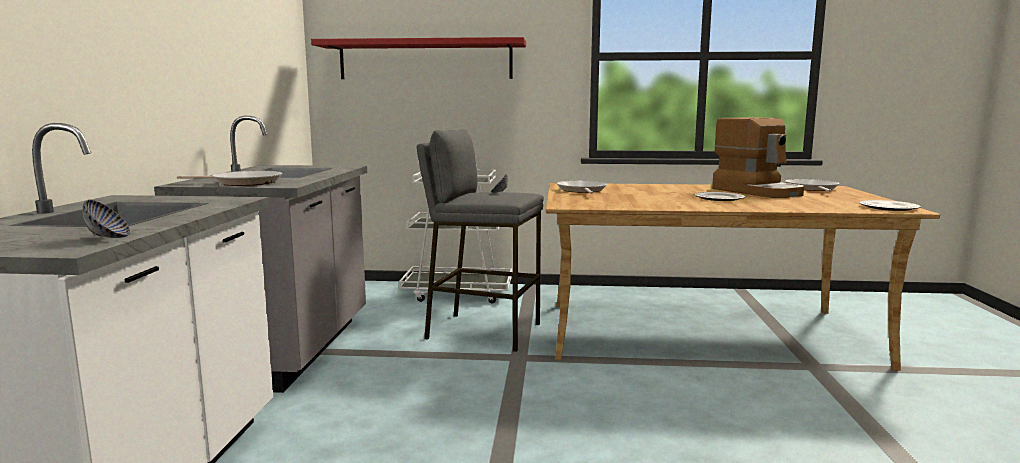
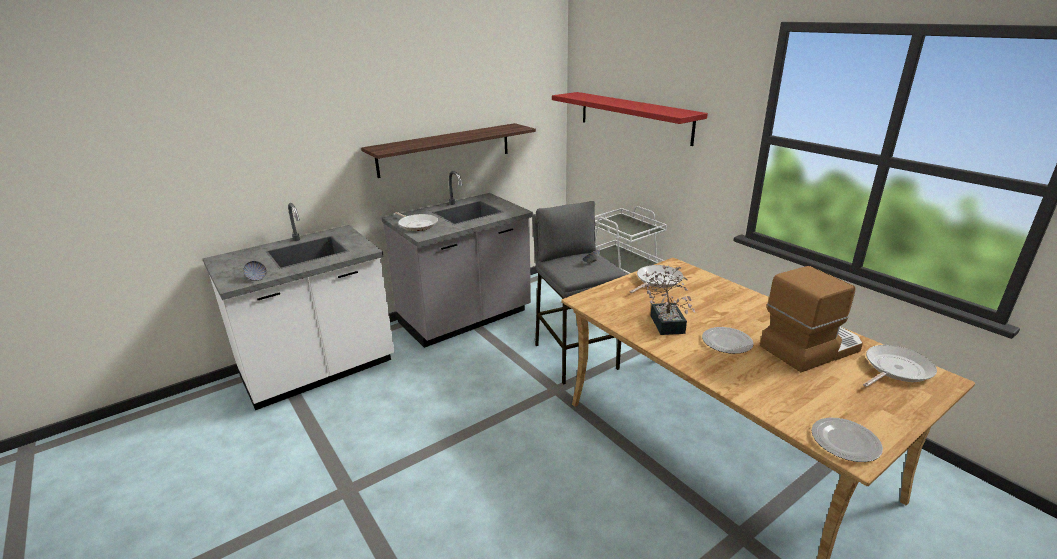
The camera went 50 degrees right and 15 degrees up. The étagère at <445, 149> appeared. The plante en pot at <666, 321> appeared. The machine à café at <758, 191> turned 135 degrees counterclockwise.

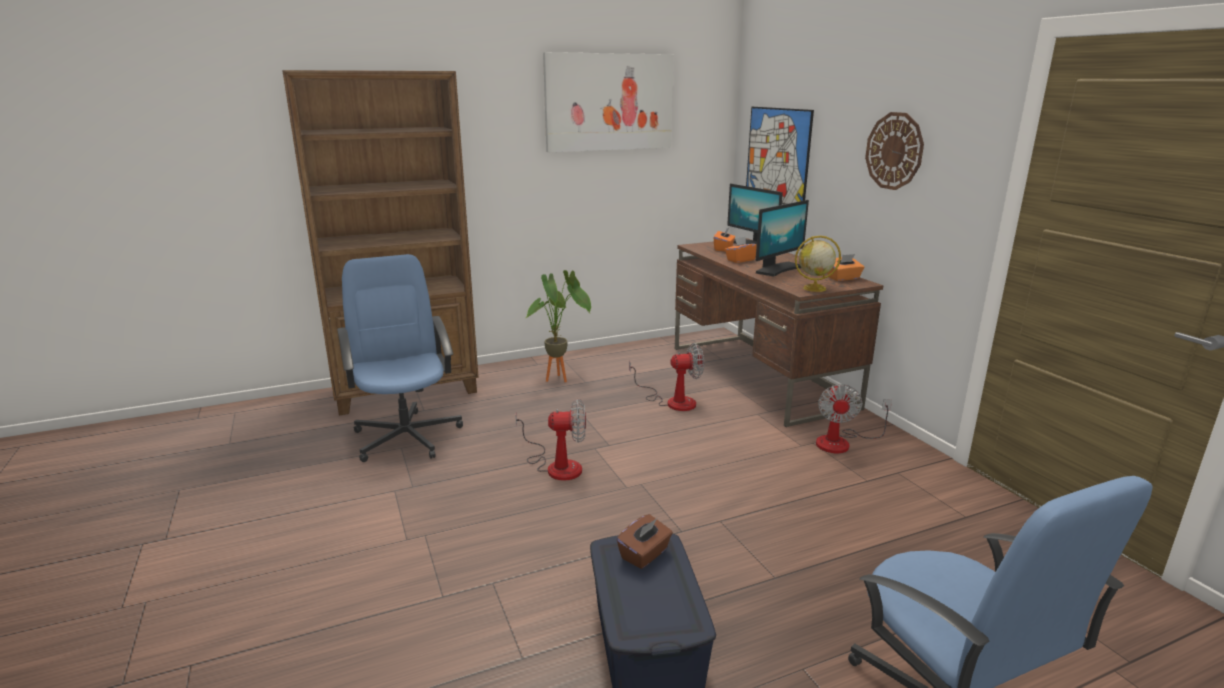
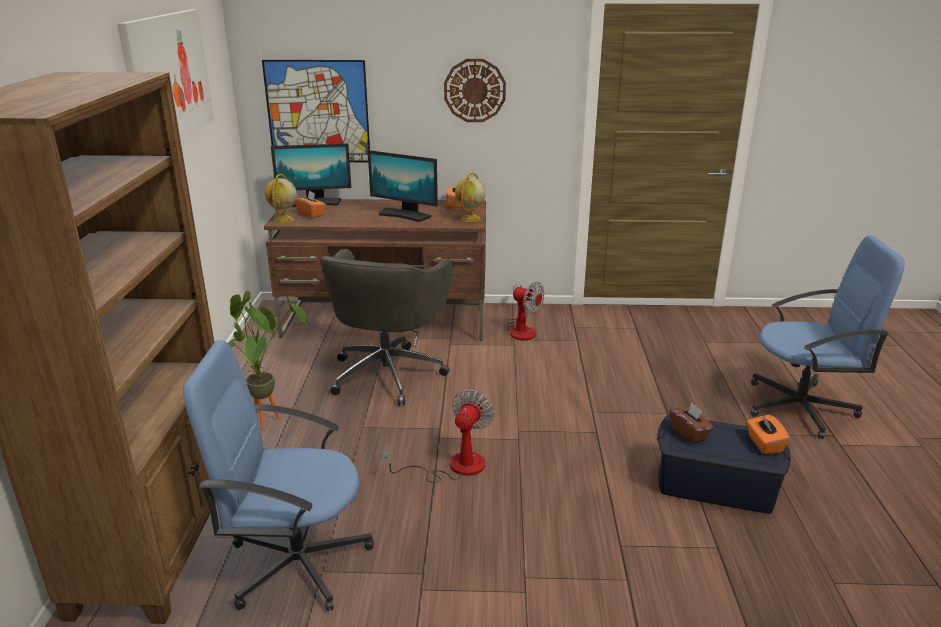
The camera went 65 degrees left and 5 degrees up. The globe at <284, 220> appeared. The ventilateur at <672, 401> was replaced by the chaise de bureau/gris at <388, 373>. The écran d'ordinateur at <777, 269> turned 135 degrees clockwise. The boîte à mouchoirs/orange moved from <740, 260> to <764, 444>.

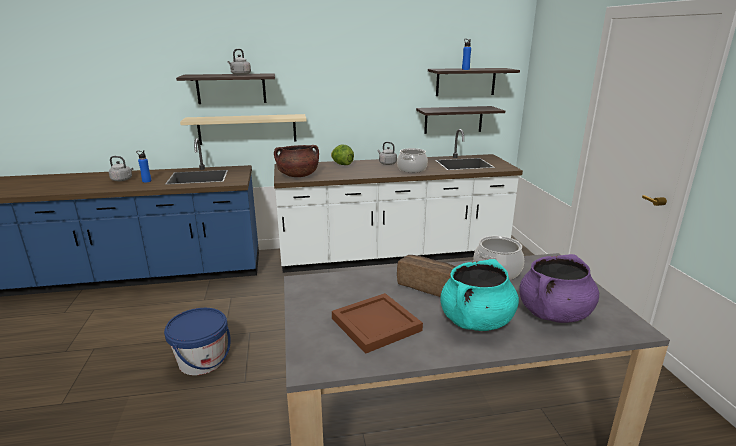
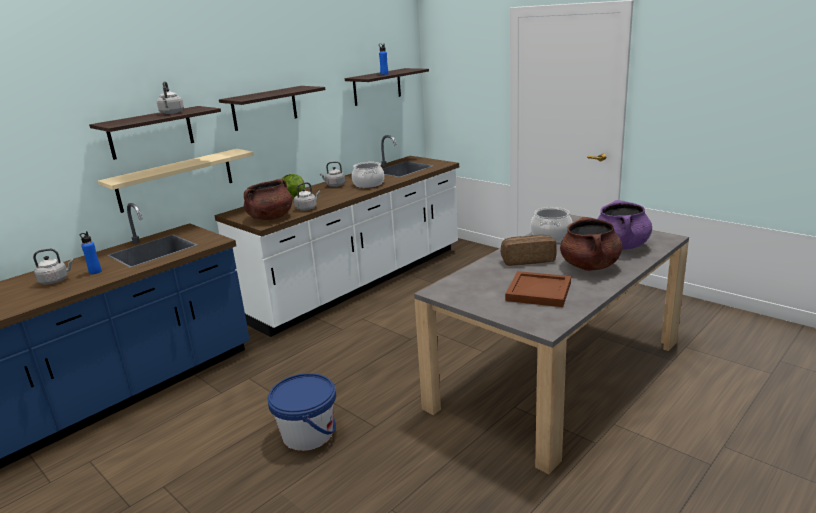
The camera went 35 degrees left and 0 degrees up. The étagère moved from <453, 119> to <264, 108>. The bouilloire/gris at <307, 208> appeared. The marmite/turquoise at <476, 321> became the marmite/marron at <590, 266>.

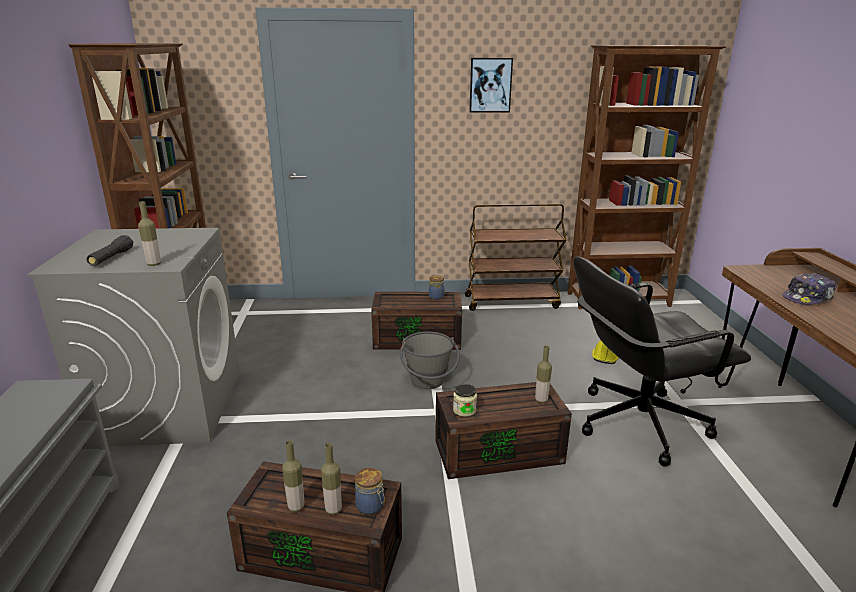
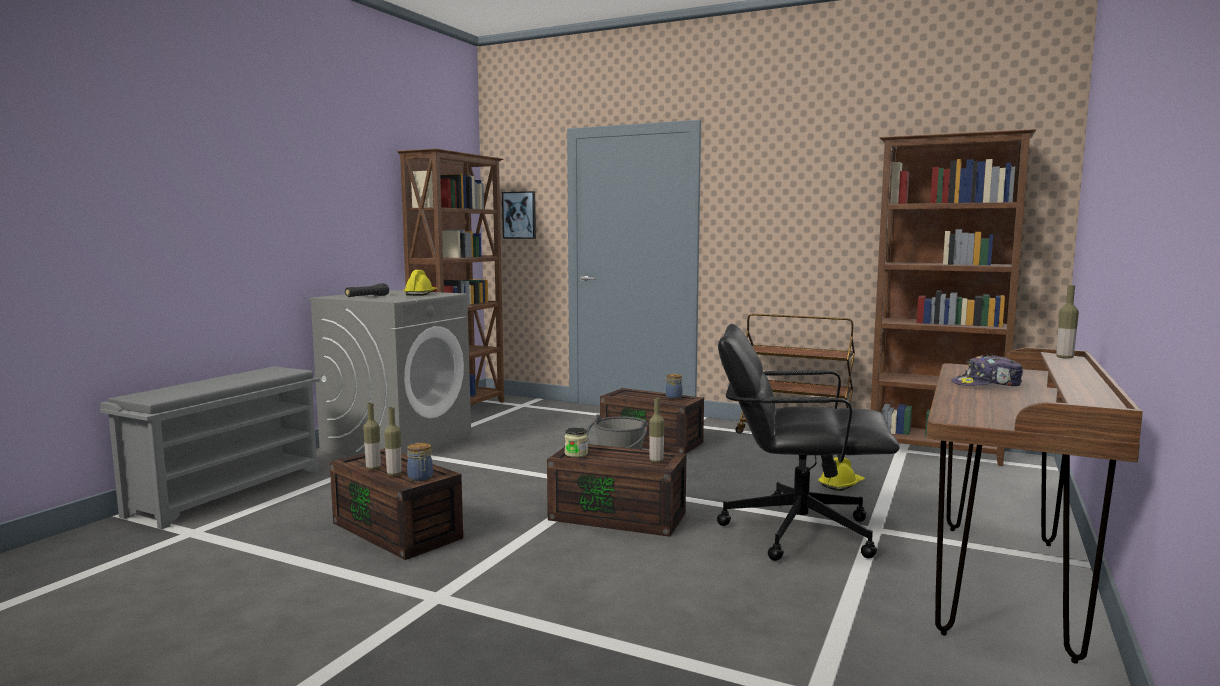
The camera went 30 degrees right and 15 degrees down. The casque de chantier/jaune at <420, 294> appeared. The tableau moved from <490, 85> to <519, 215>. The bouteille moved from <154, 264> to <1064, 357>.

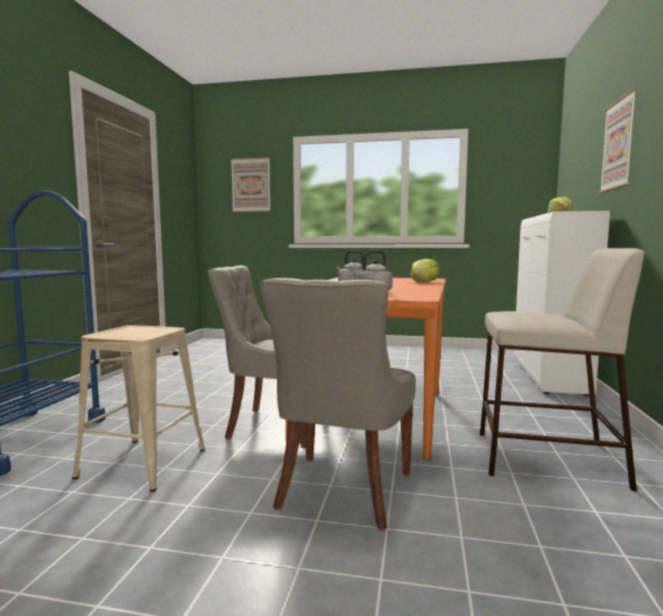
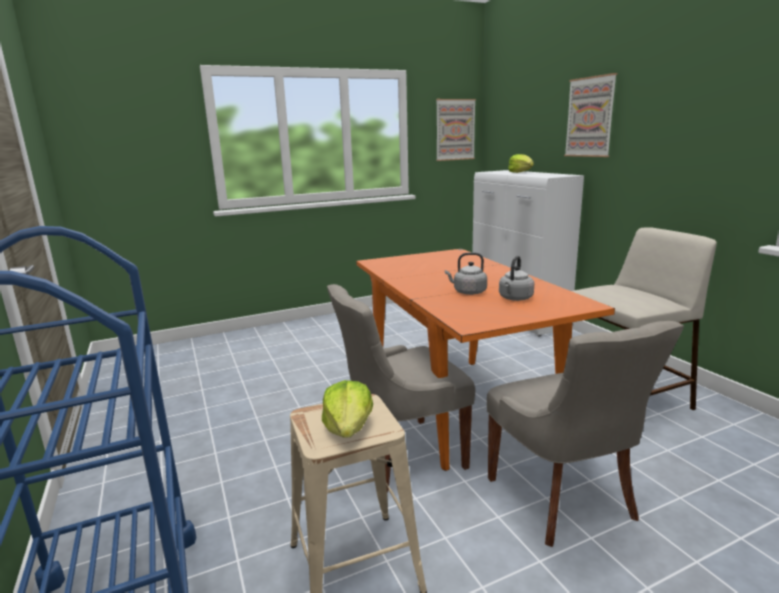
The camera went 35 degrees left and 10 degrees up. The laitue moved from <423, 282> to <348, 428>. The tableau moved from <251, 185> to <455, 130>.

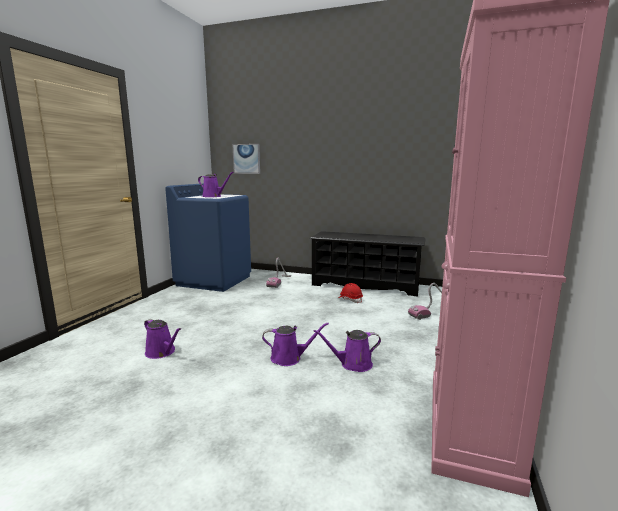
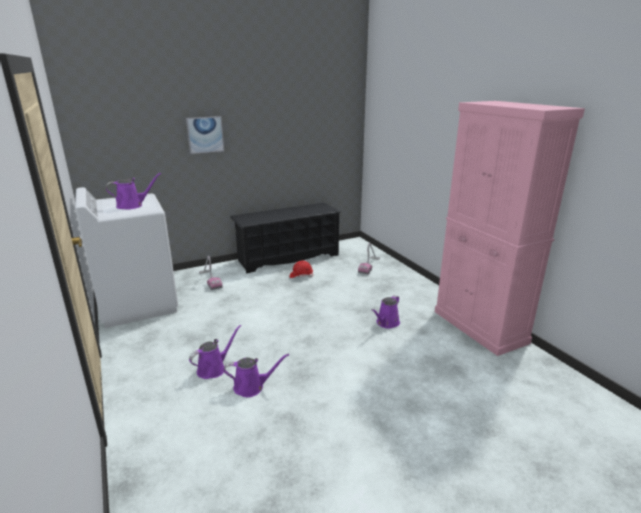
The camera went 45 degrees left and 10 degrees up. The lave-linge/bleu at <214, 280> became the lave-linge/blanc at <138, 304>. The tableau moved from <246, 159> to <205, 135>. The arrosoir/violet moved from <289, 358> to <214, 368>.

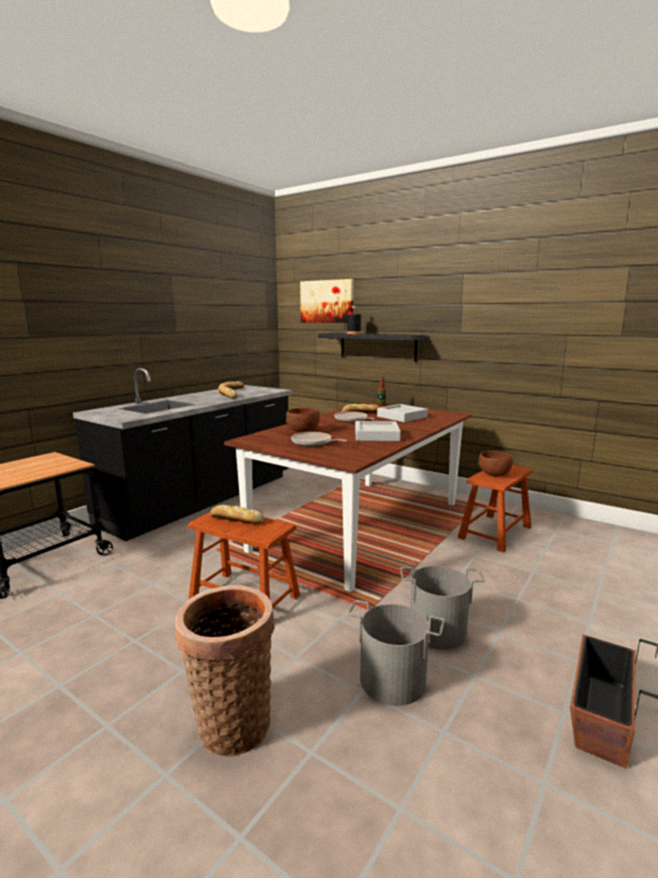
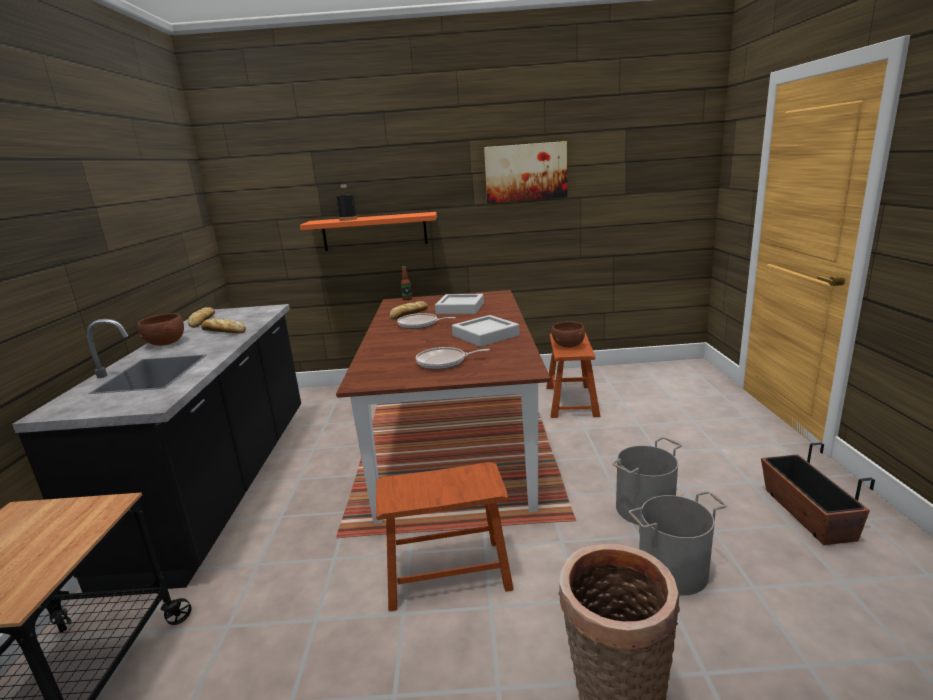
The camera went 35 degrees left and 5 degrees up. The bol/marron moved from <303, 431> to <166, 343>. The étagère/noir at <377, 346> became the étagère/orange at <374, 231>. The tableau moved from <327, 301> to <525, 172>. The pain at <236, 520> disappeared.

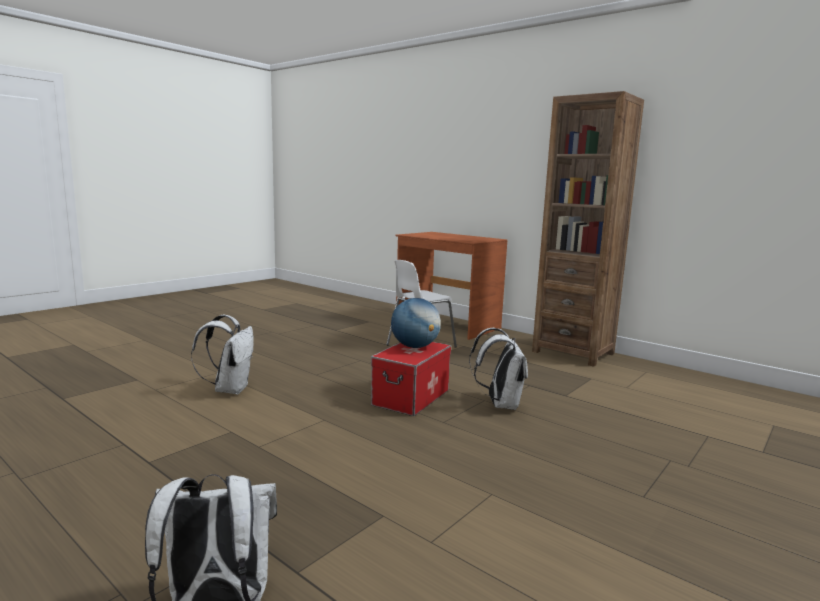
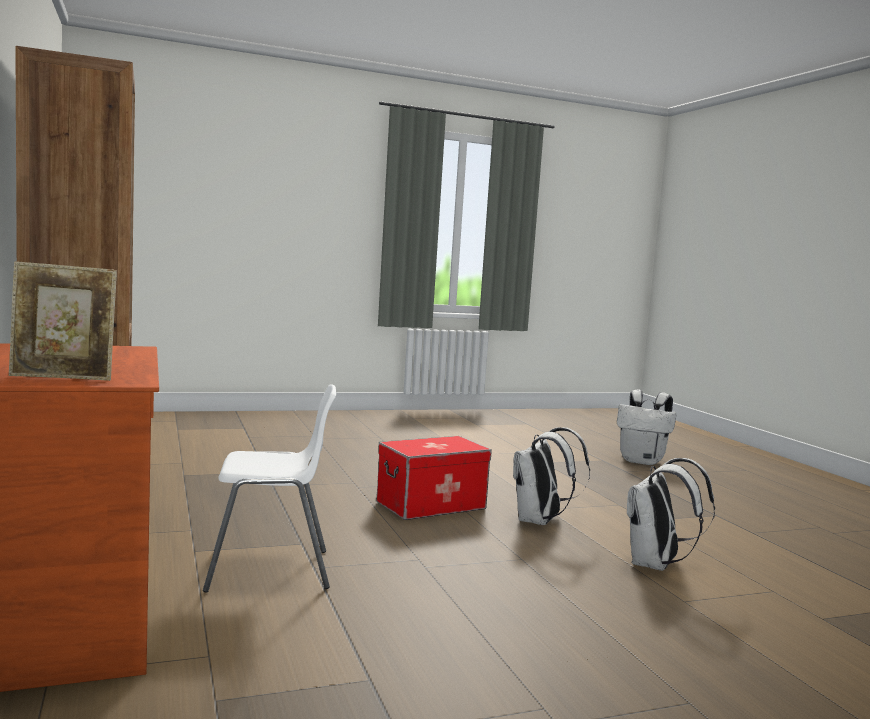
The camera went 150 degrees left and 5 degrees down. The cadre photo at <63, 378> appeared. The sac à dos/blanc moved from <500, 404> to <540, 521>. The globe at <415, 346> disappeared.

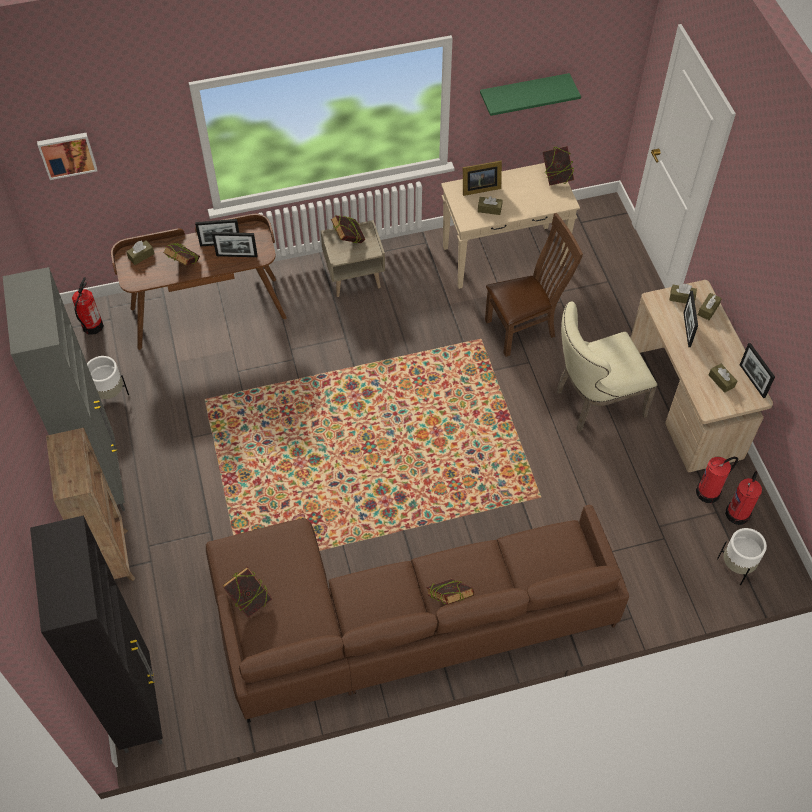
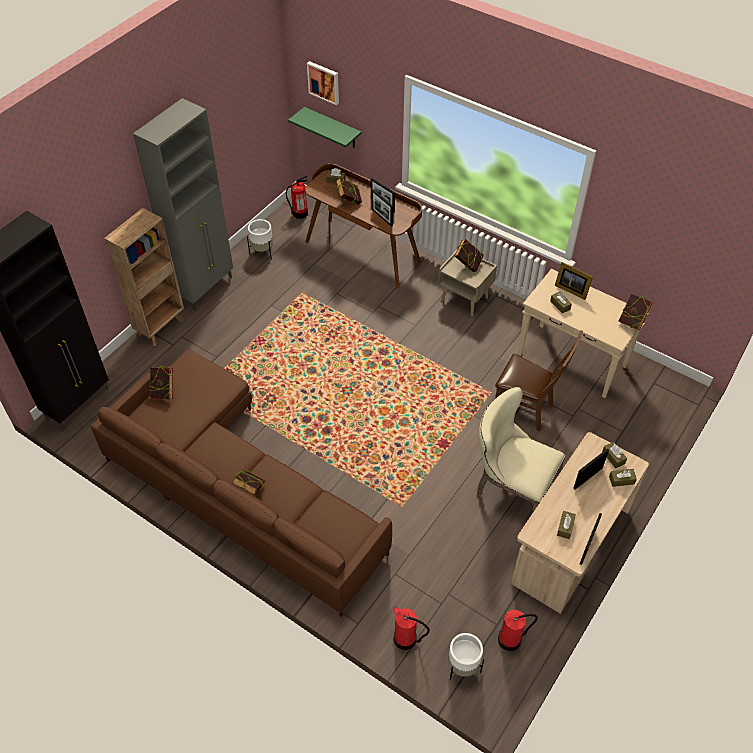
The camera went 50 degrees right and 5 degrees down. The étagère/vert moved from <523, 93> to <332, 128>. The extincteur moved from <709, 492> to <405, 639>.

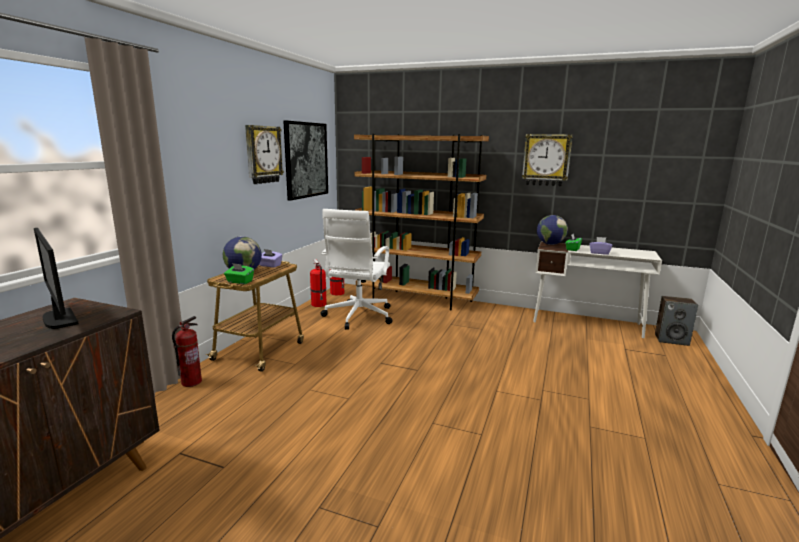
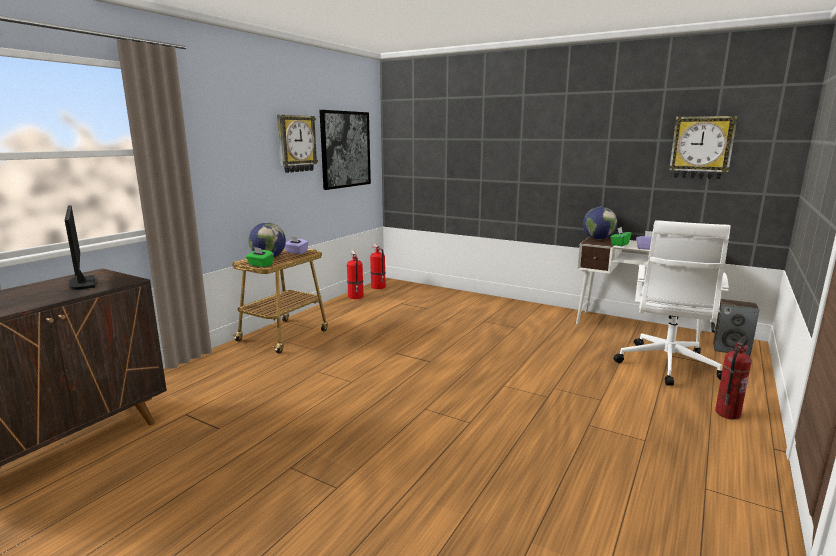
The camera went 10 degrees right and 0 degrees up. The chaise de bureau/blanc moved from <358, 317> to <667, 366>. The horloge murale moved from <546, 160> to <701, 147>. The extincteur moved from <191, 382> to <727, 413>. The bibliothèque/marron at <416, 299> disappeared.

